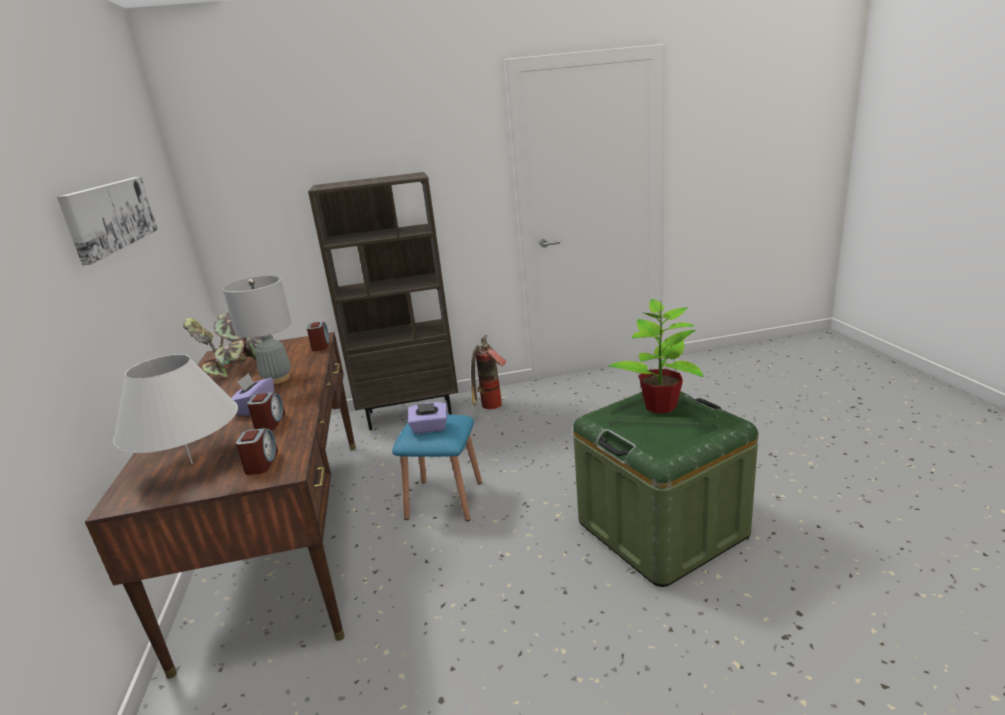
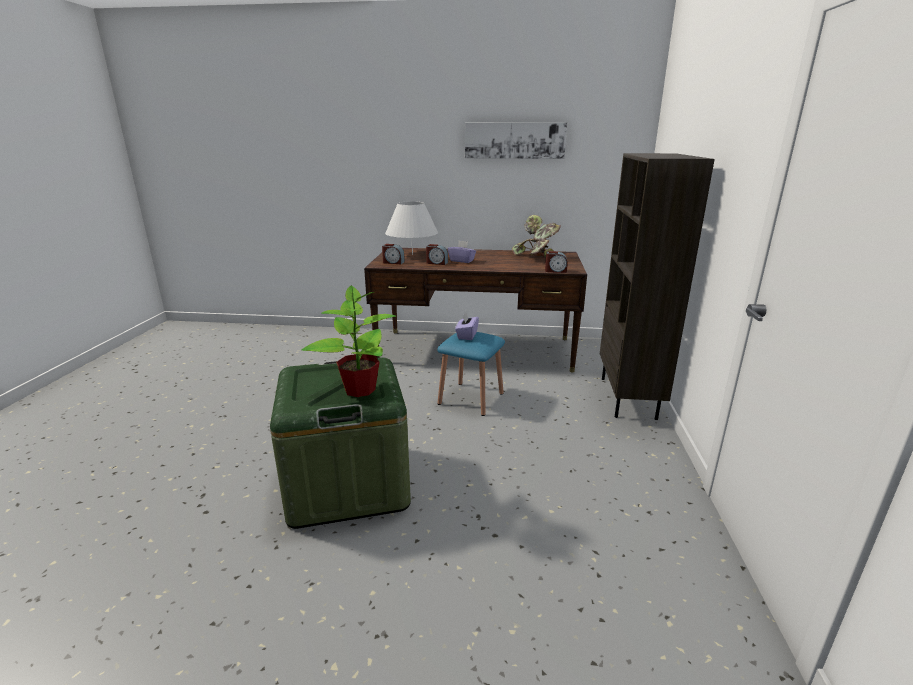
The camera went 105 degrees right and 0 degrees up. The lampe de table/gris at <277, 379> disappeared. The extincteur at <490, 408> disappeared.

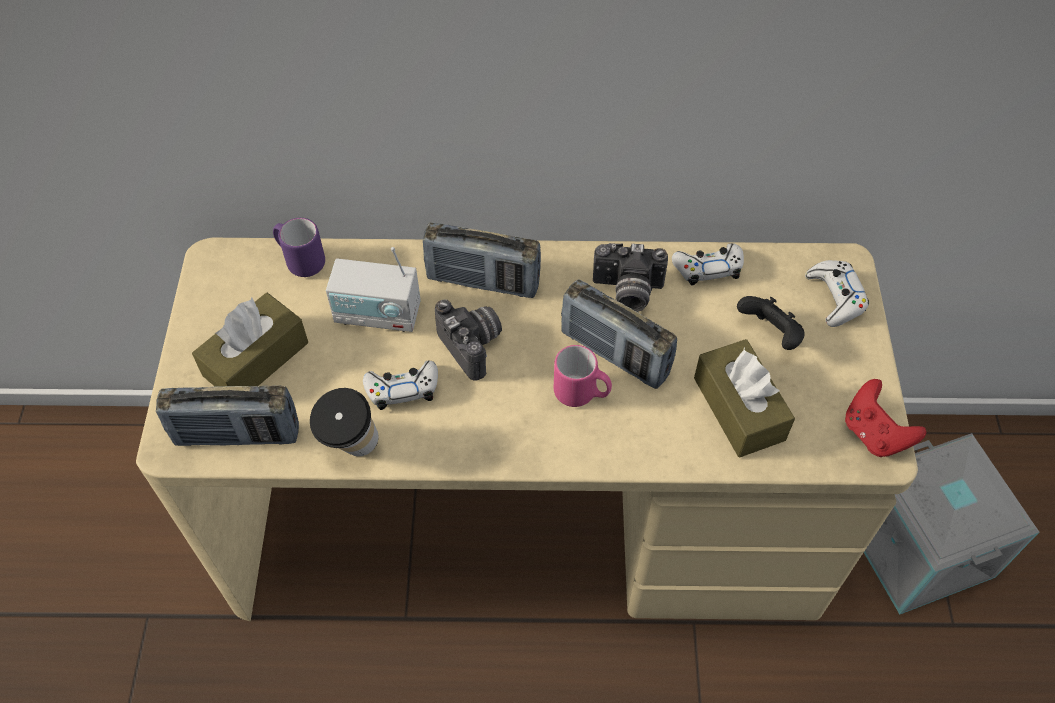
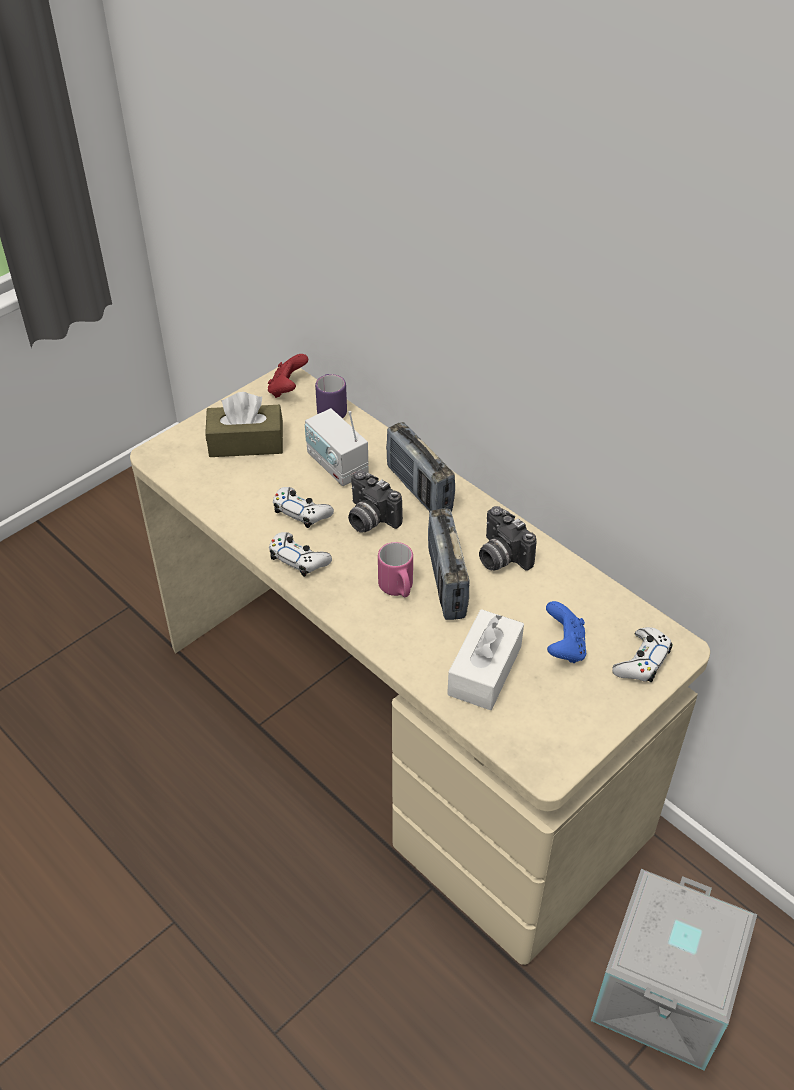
The camera went 45 degrees right and 10 degrees down. The manette/rouge moved from <874, 433> to <287, 389>. The manette/blanc moved from <708, 268> to <299, 559>. The appareil photo at <474, 346> turned 120 degrees clockwise. The boîte à mouchoirs/marron at <739, 408> became the boîte à mouchoirs/blanc at <484, 670>. The manette/noir at <770, 334> became the manette/bleu at <564, 647>. The radio at <237, 435> disappeared. The tasse at <351, 449> disappeared.

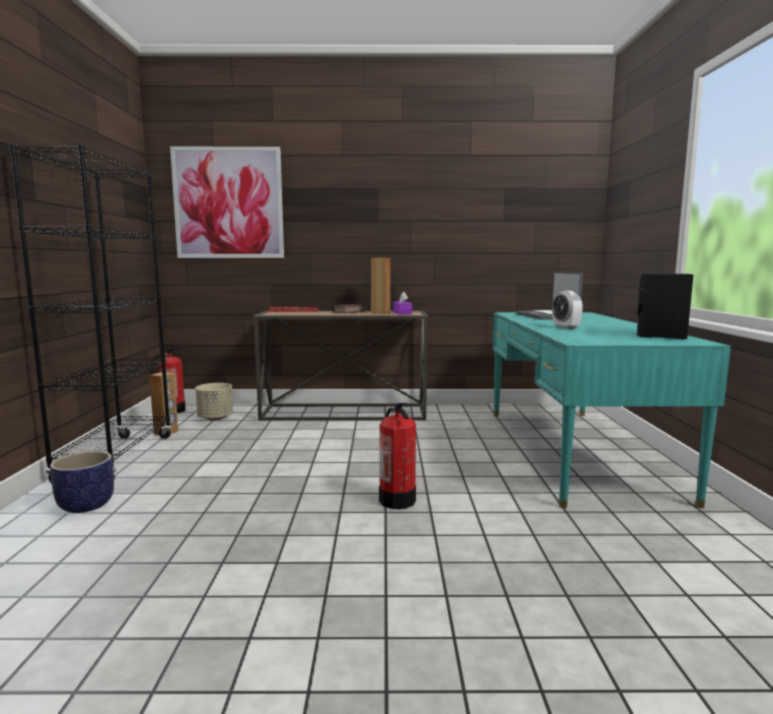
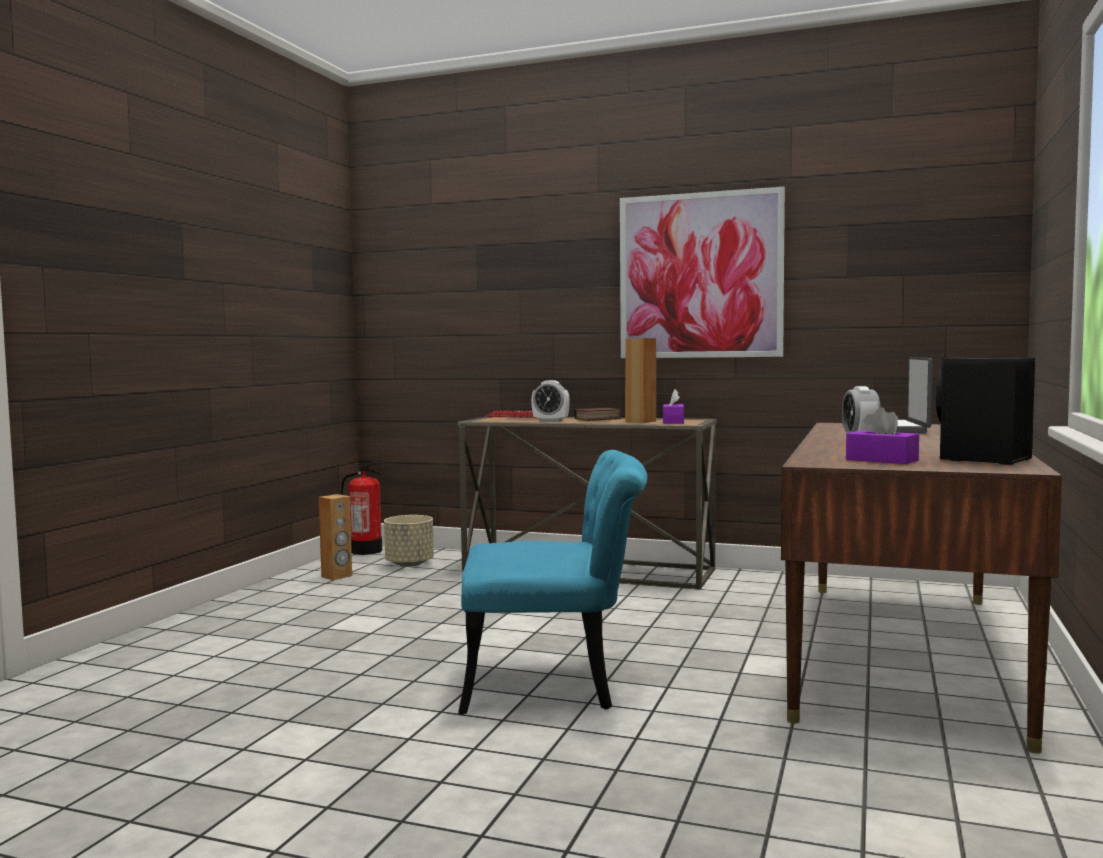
The camera went 20 degrees right and 5 degrees down. The extincteur at <397, 500> was replaced by the chaise/turquoise at <556, 684>. The réveil at <550, 421> appeared. The tableau moved from <228, 203> to <700, 275>. The bureau/turquoise at <574, 450> became the bureau/marron at <902, 651>. The boîte à mouchoirs/violet at <881, 460> appeared. The bibliothèque/noir at <117, 458> disappeared. The cache-pot at <86, 505> disappeared.

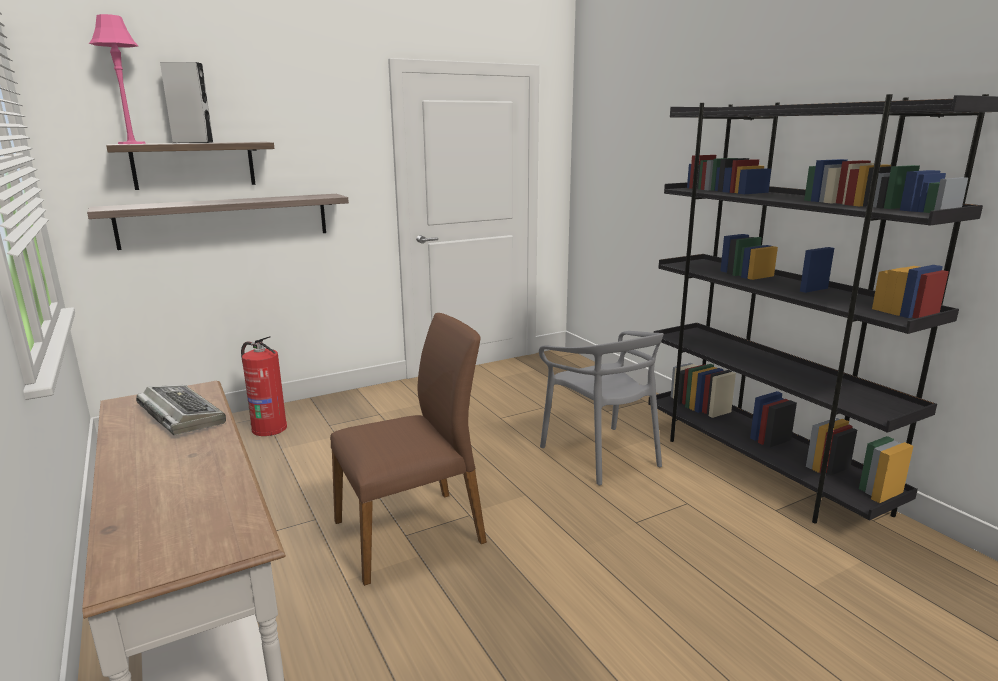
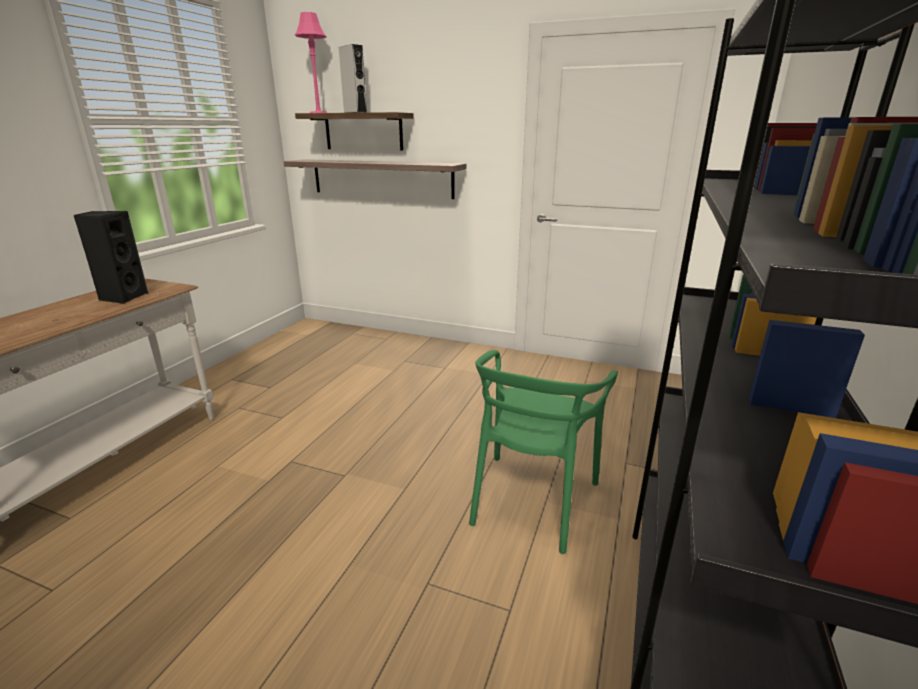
The camera went 50 degrees right and 5 degrees up. The clavier at <180, 415> was replaced by the enceinte/noir at <122, 297>. The chaise/gris at <601, 454> became the chaise/vert at <531, 500>. The extincteur at <268, 428> disappeared. The chaise/marron at <411, 532> disappeared.

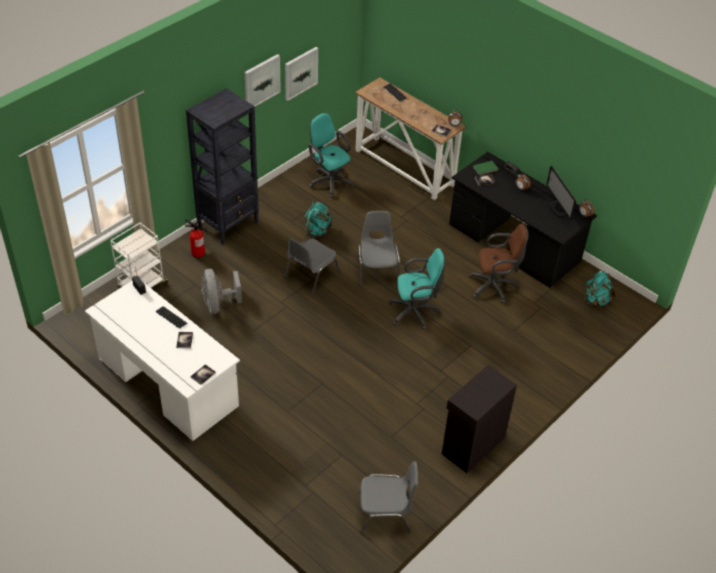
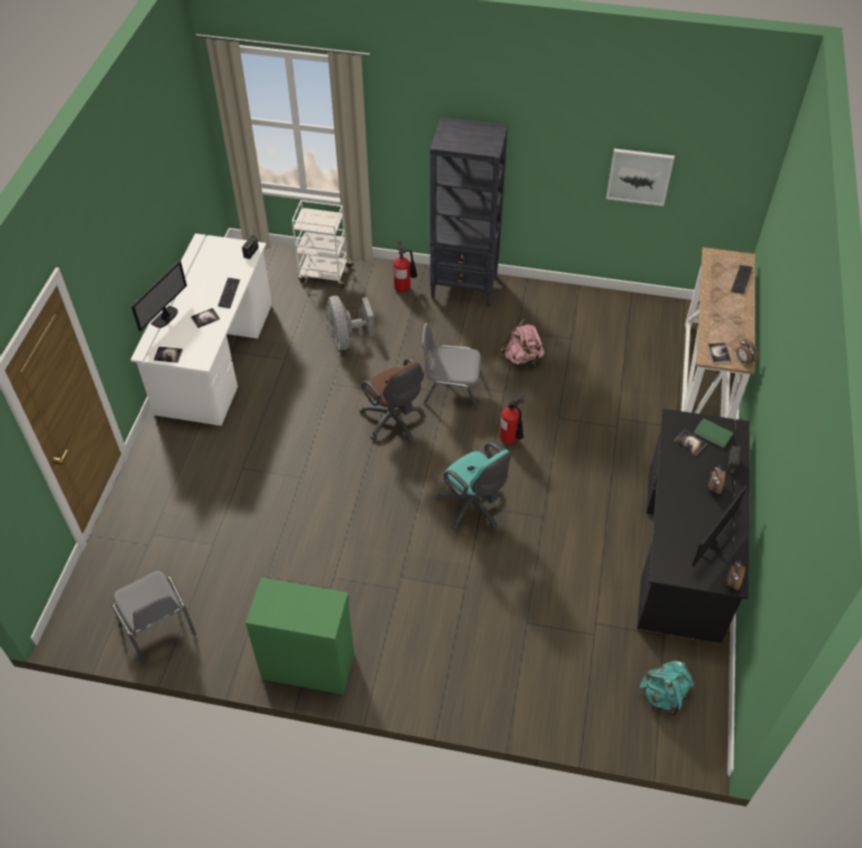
The camera went 60 degrees right and 5 degrees up. The écran d'ordinateur at <165, 317> appeared. The meuble de rangement/noir at <472, 445> became the meuble de rangement/vert at <308, 664>. The ventilateur/gris at <218, 304> turned 60 degrees counterclockwise. The chaise de bureau/marron moved from <494, 286> to <394, 422>. The chaise/gris at <377, 269> was replaced by the extincteur at <511, 439>. The sac à dos/turquoise at <317, 231> became the sac à dos/rose at <522, 359>. The tableau at <261, 81> disappeared. The chaise de bureau/turquoise at <329, 181> disappeared.

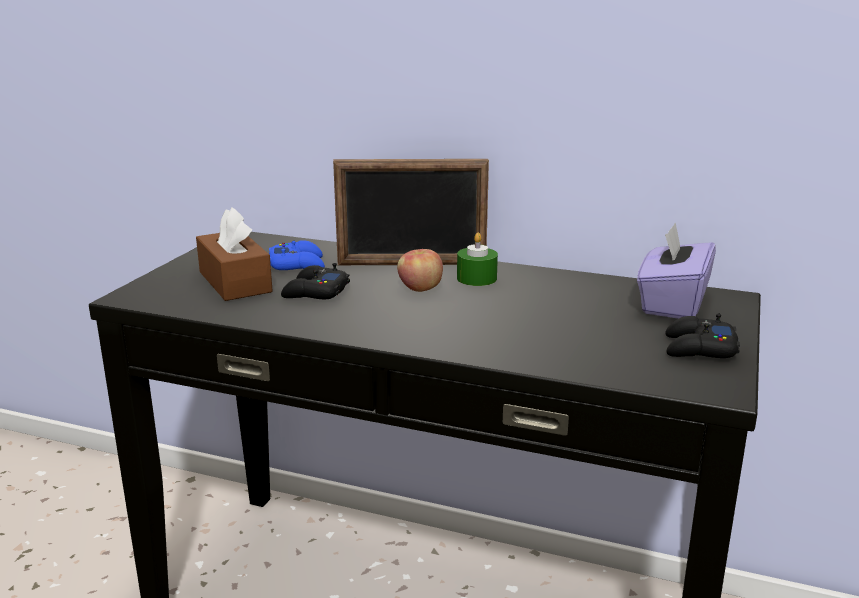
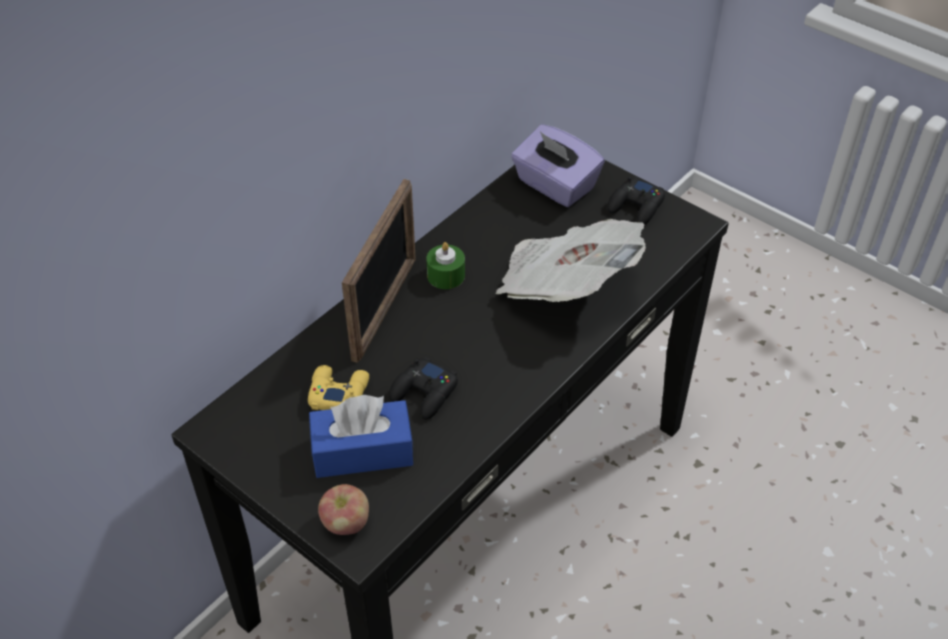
The camera went 70 degrees left and 25 degrees up. The manette/bleu at <297, 264> became the manette/jaune at <338, 393>. The boîte à mouchoirs/marron at <235, 282> became the boîte à mouchoirs/bleu at <362, 451>. The pomme moved from <420, 288> to <346, 523>. The journal at <565, 286> appeared.

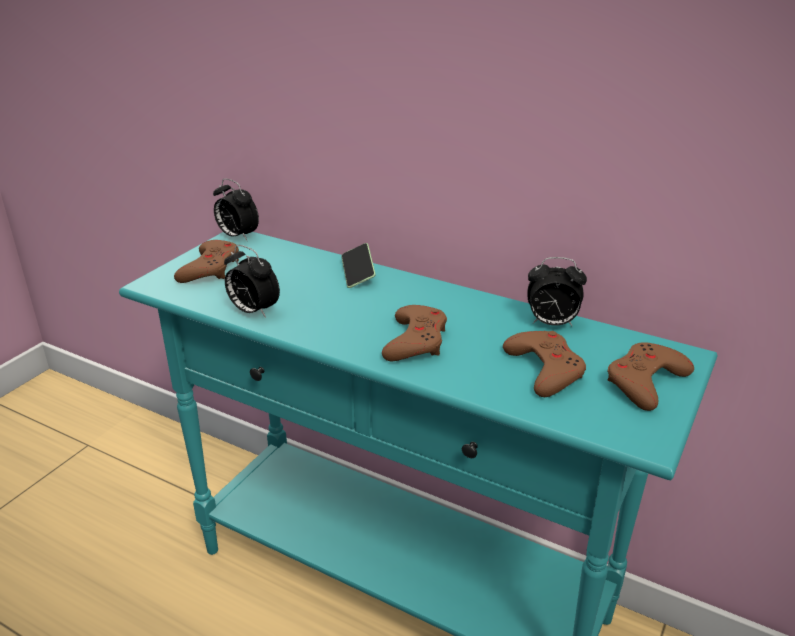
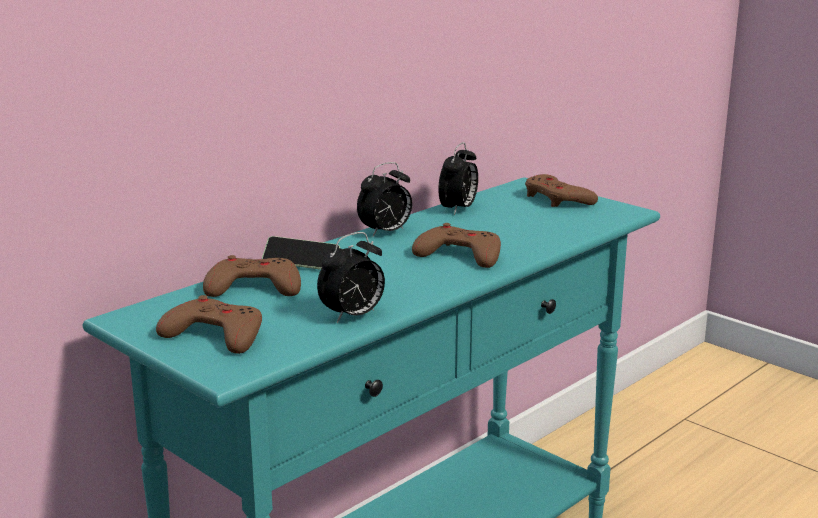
The camera went 75 degrees left and 10 degrees down. The manette/marron moved from <544, 369> to <254, 287>. The réveil moved from <237, 236> to <385, 232>.

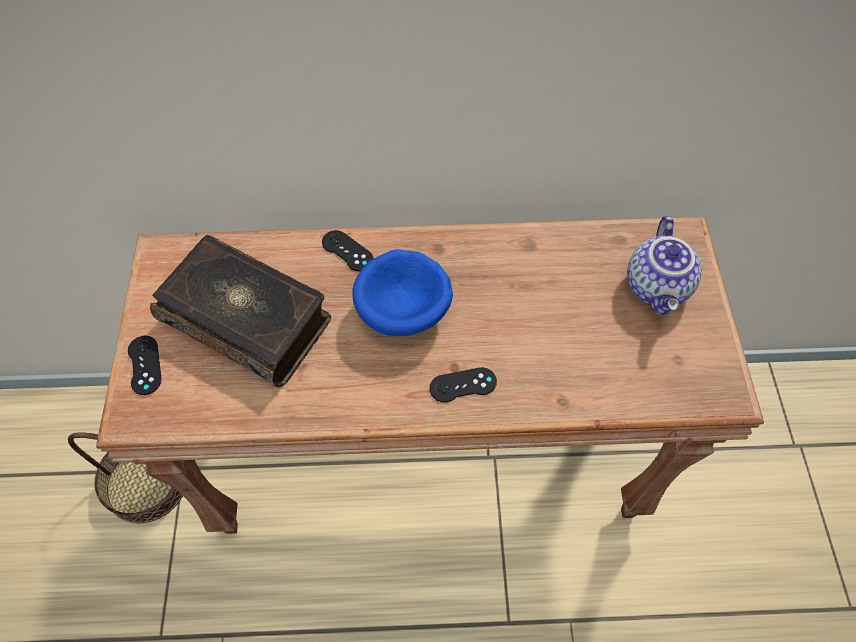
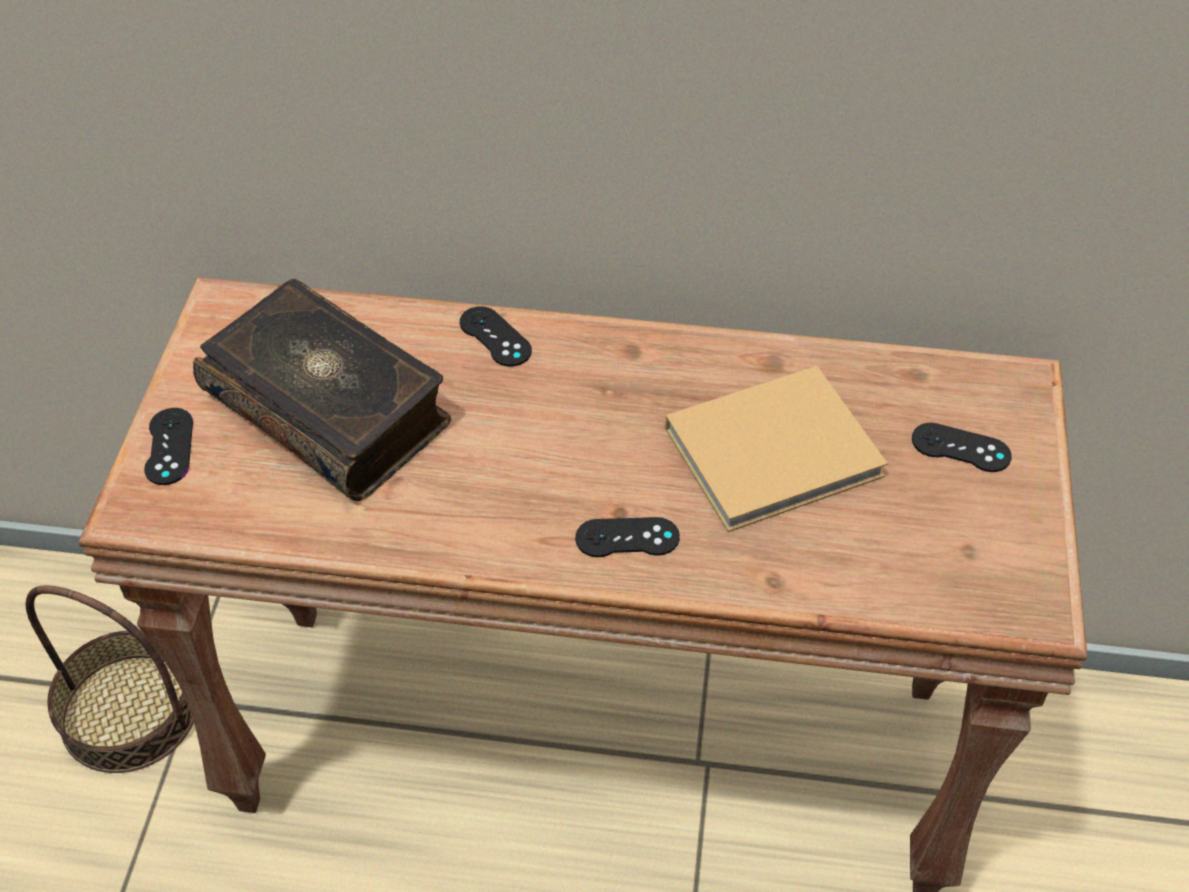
The camera went 10 degrees right and 10 degrees down. The livre/beige at <778, 450> appeared. The théière at <658, 287> was replaced by the manette/noir at <960, 448>. The bol/bleu at <405, 311> disappeared.

